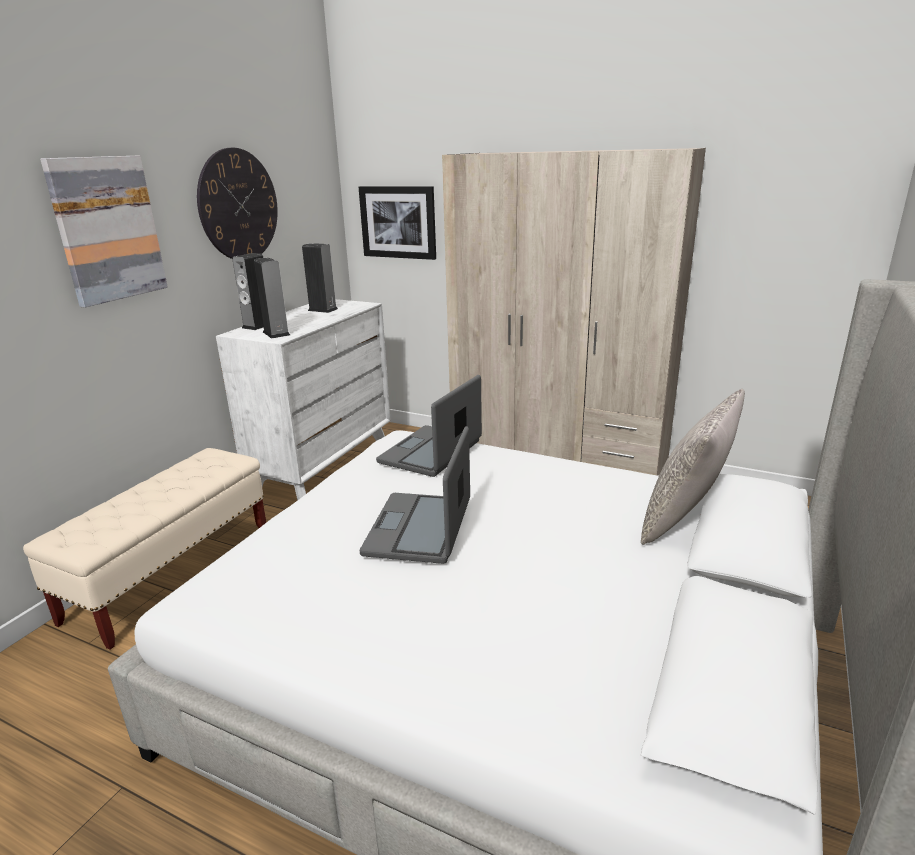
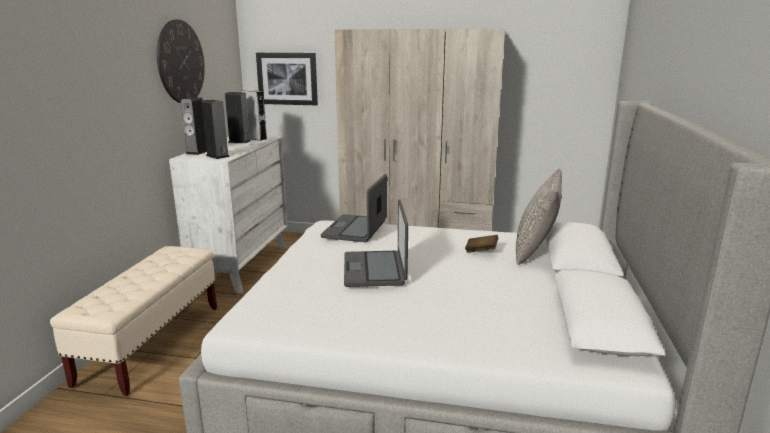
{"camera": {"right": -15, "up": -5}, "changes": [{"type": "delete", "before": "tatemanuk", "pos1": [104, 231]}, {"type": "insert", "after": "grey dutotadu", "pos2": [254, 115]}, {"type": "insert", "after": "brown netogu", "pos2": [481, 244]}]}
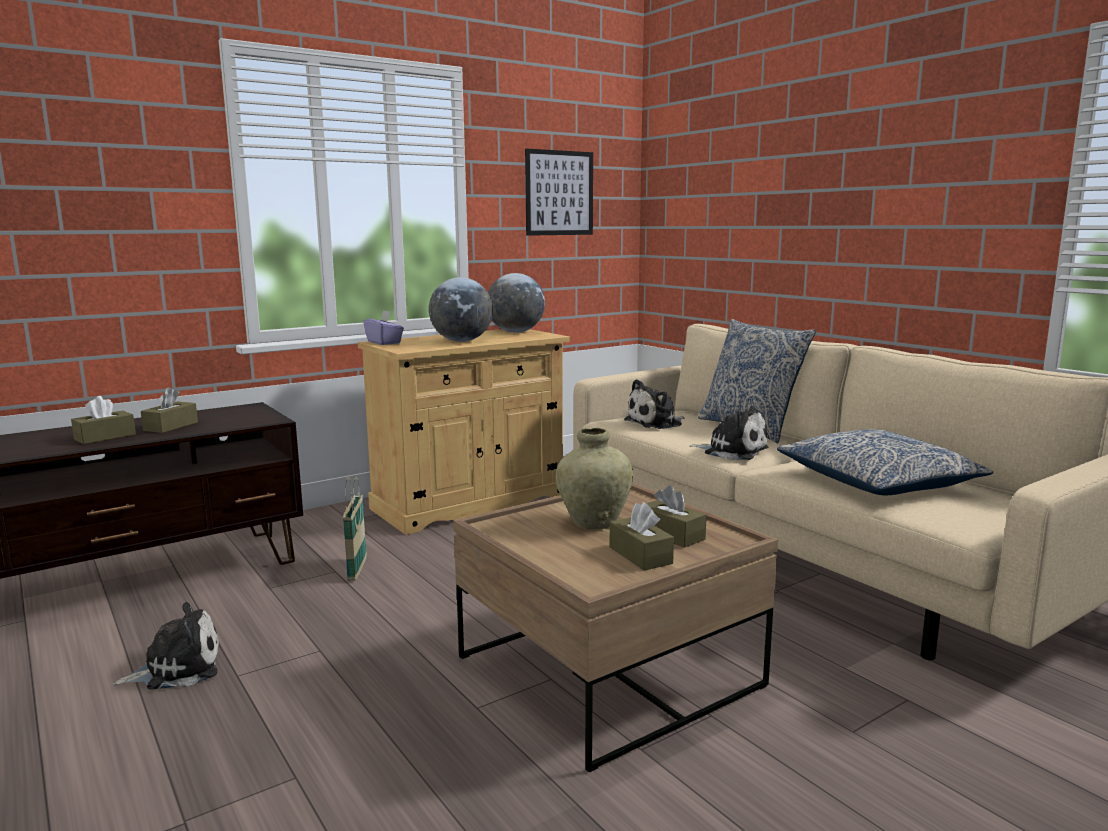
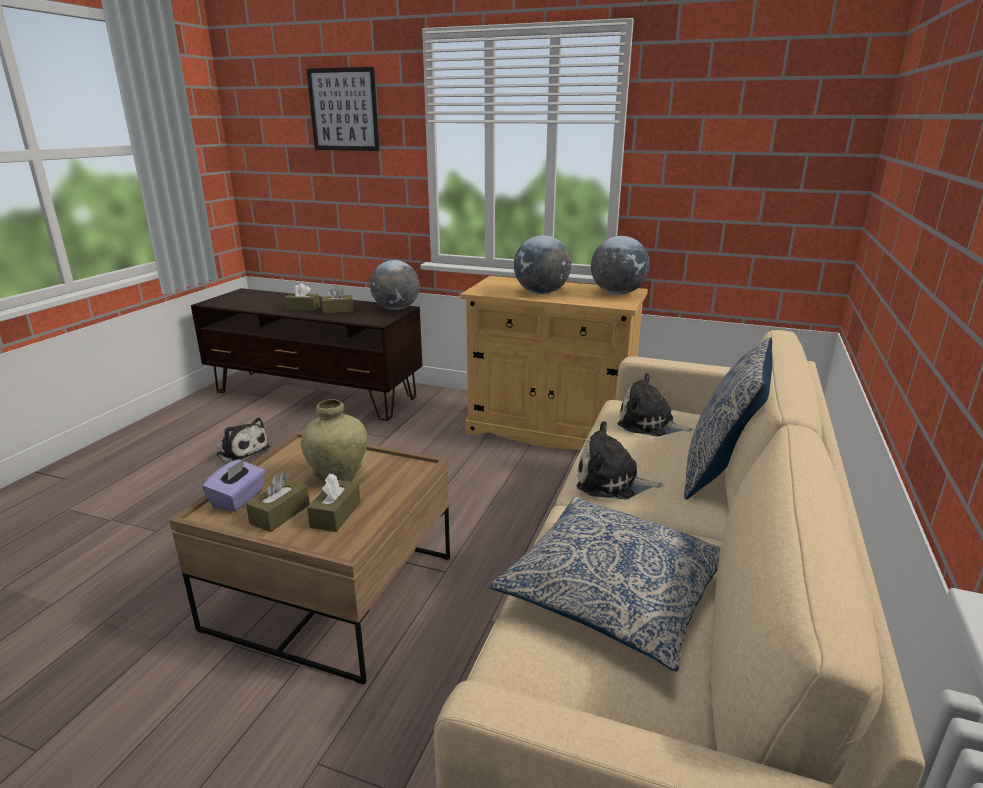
{"camera": {"right": 55, "up": 10}, "changes": [{"type": "delete", "before": "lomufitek", "pos1": [355, 528]}, {"type": "move", "before": "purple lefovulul", "pos1": [383, 327], "pos2": [234, 485]}, {"type": "move", "before": "tatemanuk", "pos1": [559, 192], "pos2": [343, 109]}, {"type": "rotate", "before": "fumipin", "pos1": [728, 433], "pos2": [620, 460], "turn": 105}, {"type": "insert", "after": "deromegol", "pos2": [395, 285]}]}
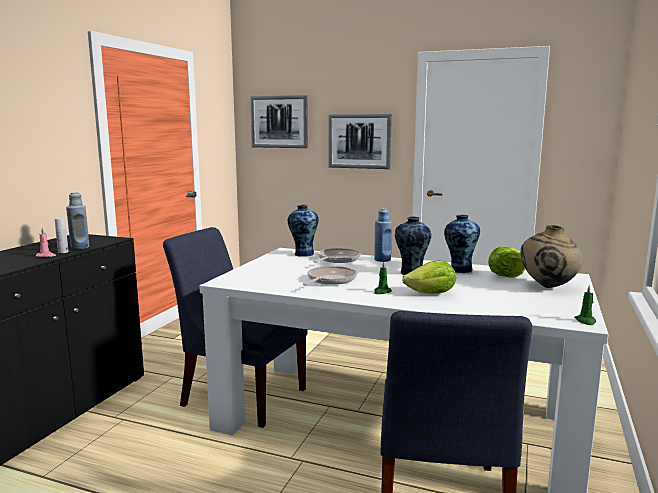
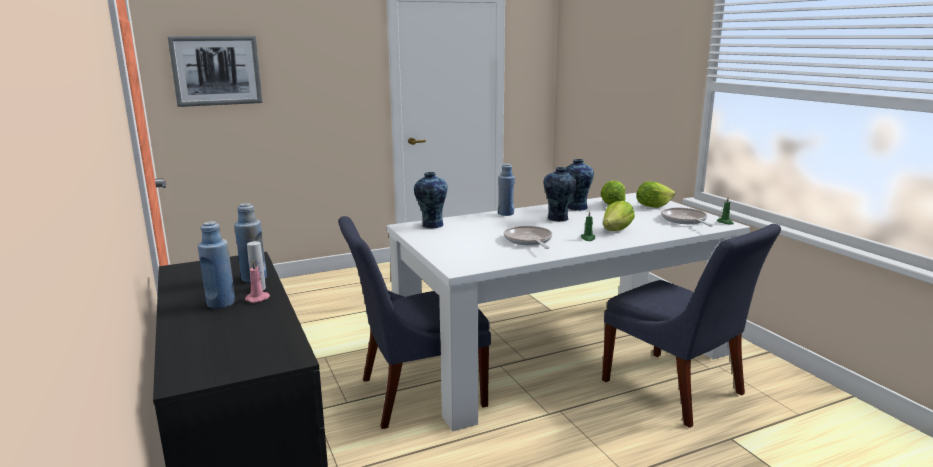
{"camera": {"right": -45, "up": 5}, "changes": [{"type": "move", "before": "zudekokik", "pos1": [337, 255], "pos2": [687, 217]}, {"type": "delete", "before": "tatemanuk", "pos1": [360, 141]}, {"type": "replace", "before": "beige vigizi", "after": "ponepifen", "pos1": [552, 256], "pos2": [656, 194]}, {"type": "insert", "after": "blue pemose", "pos2": [216, 265]}]}
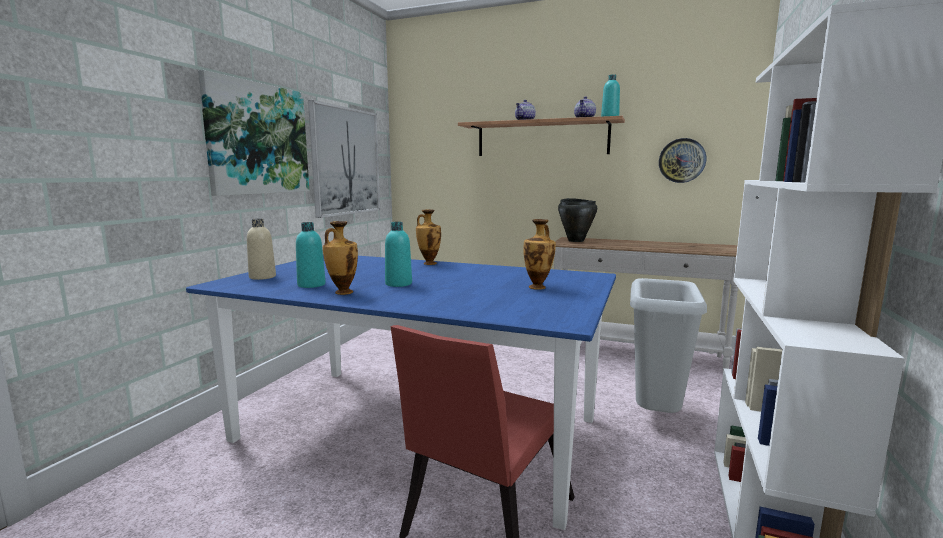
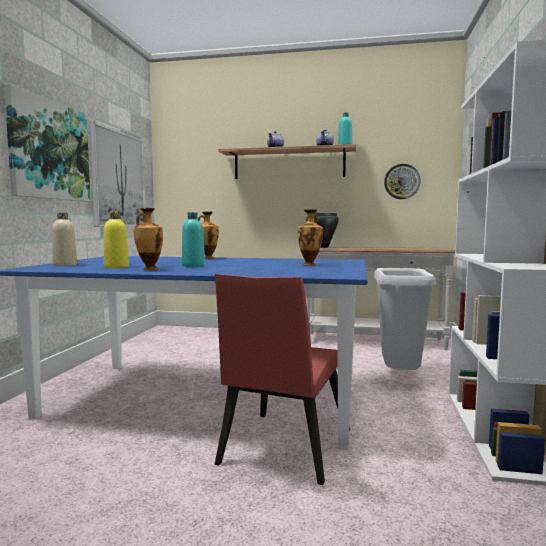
{"camera": {"right": -10, "up": -5}, "changes": [{"type": "recolor", "before": "turquoise pemose", "after": "yellow pemose", "pos1": [311, 255], "pos2": [116, 240]}]}
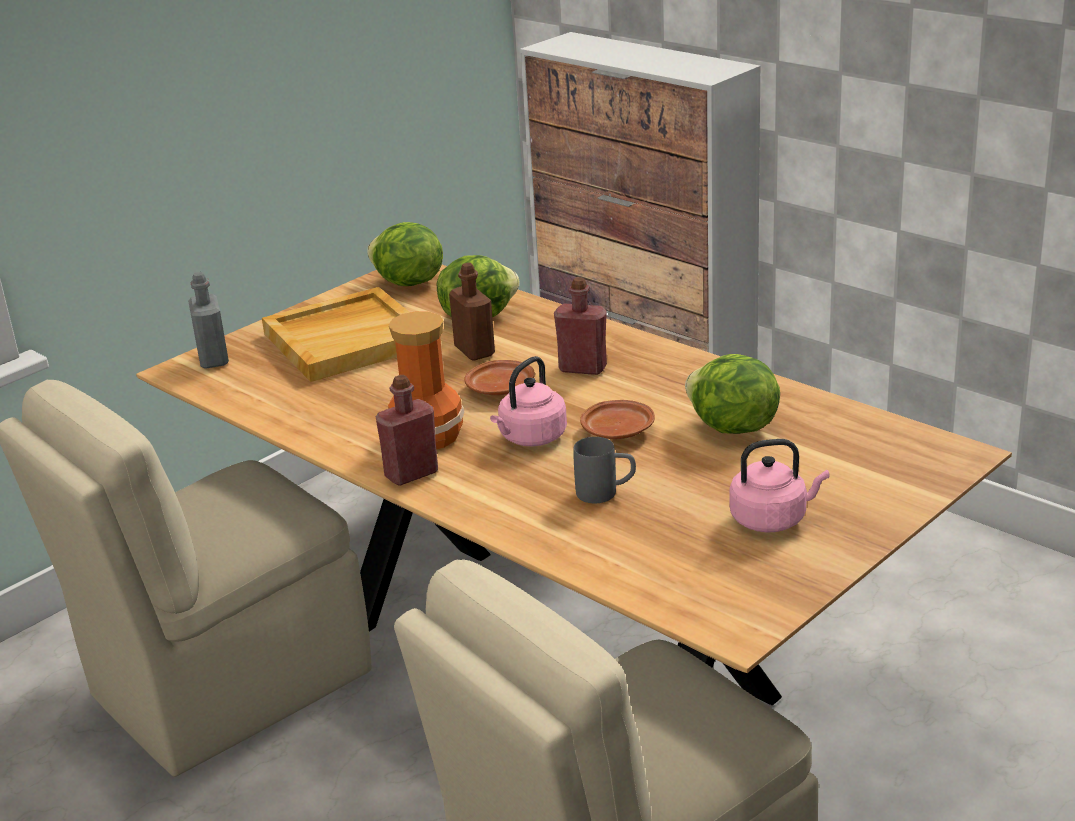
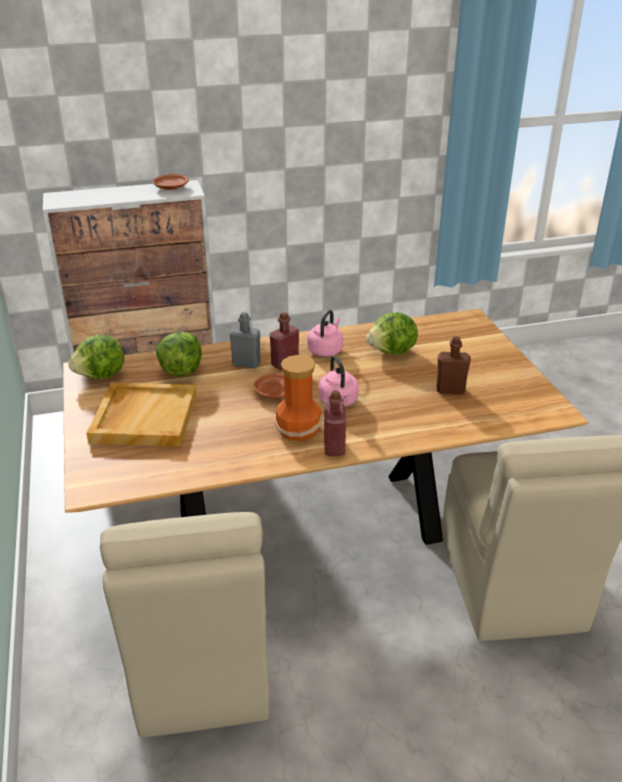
{"camera": {"right": -60, "up": 5}, "changes": [{"type": "move", "before": "grey pemose", "pos1": [208, 320], "pos2": [245, 340]}, {"type": "move", "before": "brown pemose", "pos1": [472, 311], "pos2": [453, 365]}, {"type": "delete", "before": "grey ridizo", "pos1": [604, 470]}, {"type": "move", "before": "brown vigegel", "pos1": [617, 419], "pos2": [171, 182]}, {"type": "move", "before": "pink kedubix", "pos1": [780, 485], "pos2": [325, 333]}]}
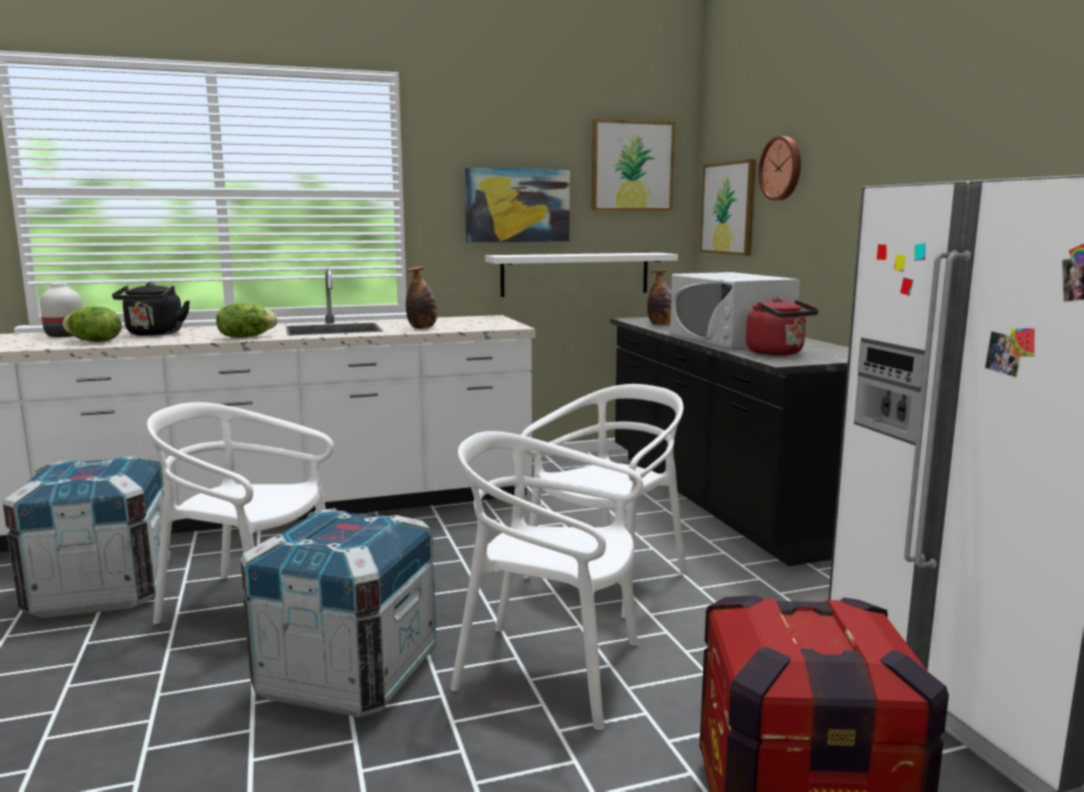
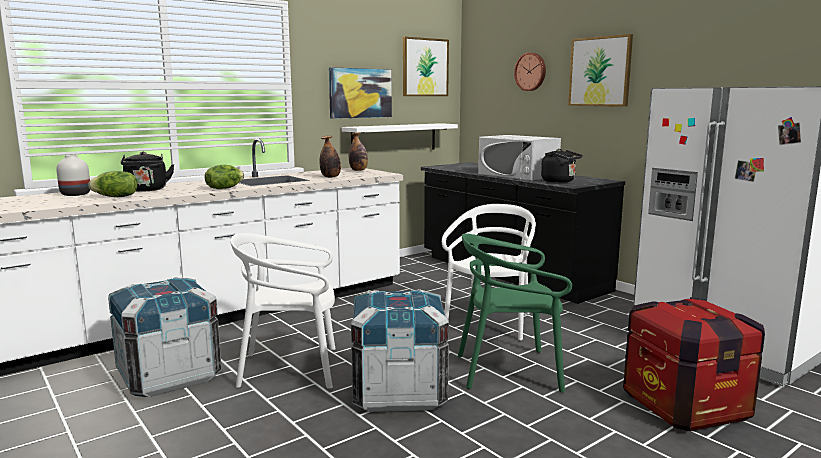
{"camera": {"right": -20, "up": 0}, "changes": [{"type": "recolor", "before": "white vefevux", "after": "green vefevux", "pos1": [547, 580], "pos2": [515, 313]}, {"type": "move", "before": "pemose", "pos1": [659, 297], "pos2": [358, 151]}, {"type": "move", "before": "tatemanuk", "pos1": [728, 207], "pos2": [600, 70]}, {"type": "recolor", "before": "red kedubix", "after": "black kedubix", "pos1": [782, 326], "pos2": [562, 166]}]}
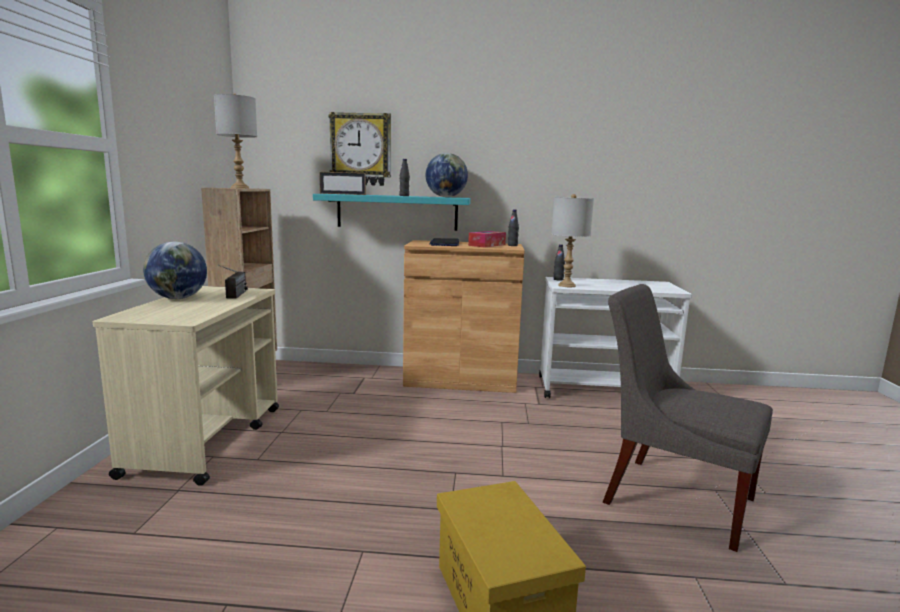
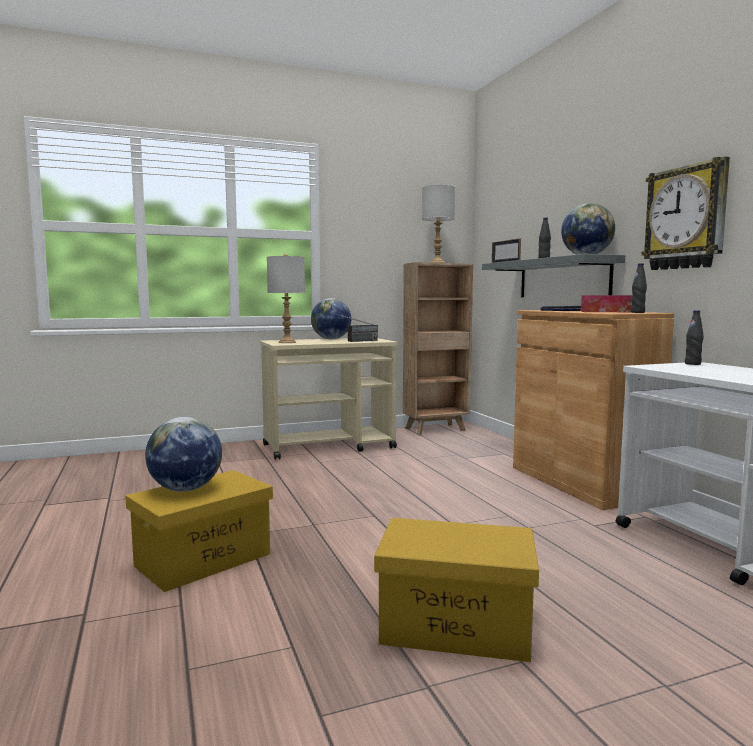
{"camera": {"right": 65, "up": -5}, "changes": [{"type": "recolor", "before": "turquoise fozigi", "after": "grey fozigi", "pos1": [392, 212], "pos2": [553, 275]}, {"type": "move", "before": "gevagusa", "pos1": [360, 149], "pos2": [685, 213]}, {"type": "move", "before": "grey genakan", "pos1": [572, 240], "pos2": [286, 298]}, {"type": "replace", "before": "grey vefevux", "after": "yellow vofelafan", "pos1": [688, 418], "pos2": [456, 590]}, {"type": "insert", "after": "deromegol", "pos2": [183, 454]}]}
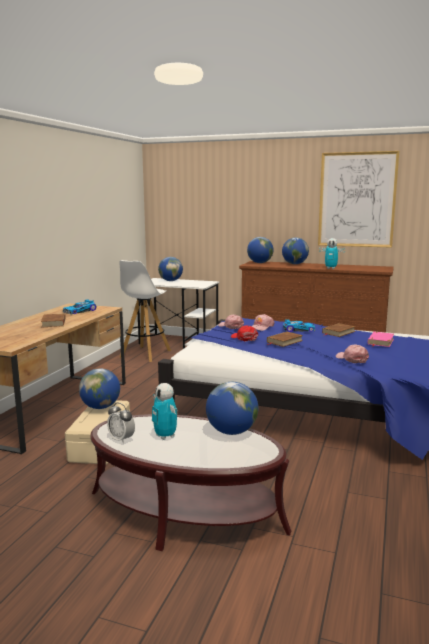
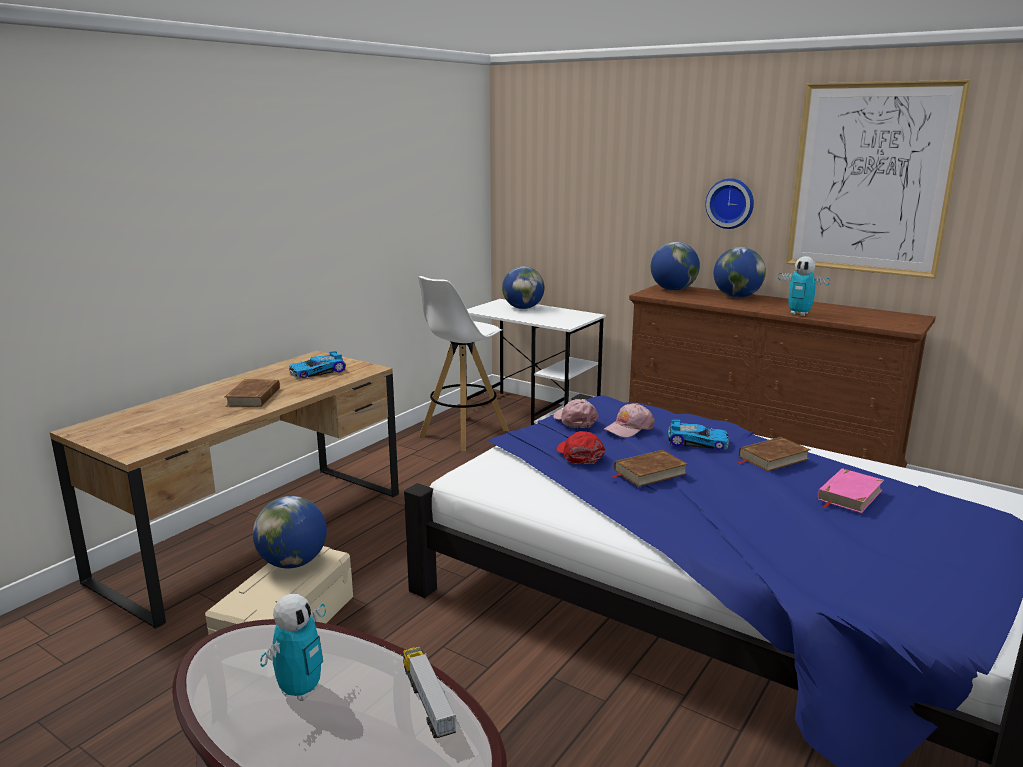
{"camera": {"right": 15, "up": 5}, "changes": [{"type": "delete", "before": "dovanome", "pos1": [121, 423]}, {"type": "rotate", "before": "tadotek", "pos1": [165, 411], "pos2": [293, 647], "turn": -135}, {"type": "replace", "before": "deromegol", "after": "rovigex", "pos1": [232, 408], "pos2": [429, 692]}, {"type": "delete", "before": "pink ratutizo", "pos1": [352, 354]}, {"type": "insert", "after": "gevagusa", "pos2": [730, 203]}]}
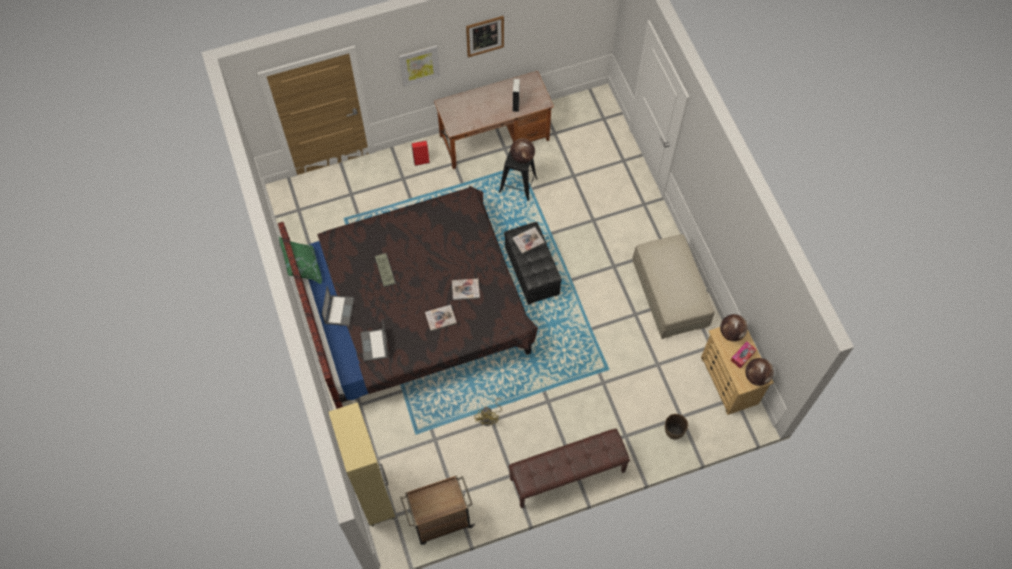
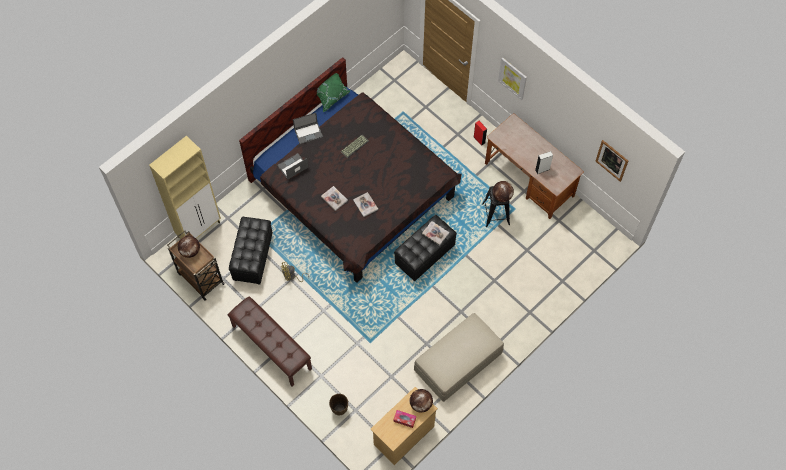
{"camera": {"right": 65, "up": 0}, "changes": [{"type": "move", "before": "tatemanuk", "pos1": [485, 36], "pos2": [612, 161]}, {"type": "move", "before": "deromegol", "pos1": [759, 372], "pos2": [189, 247]}, {"type": "insert", "after": "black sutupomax", "pos2": [251, 251]}]}
